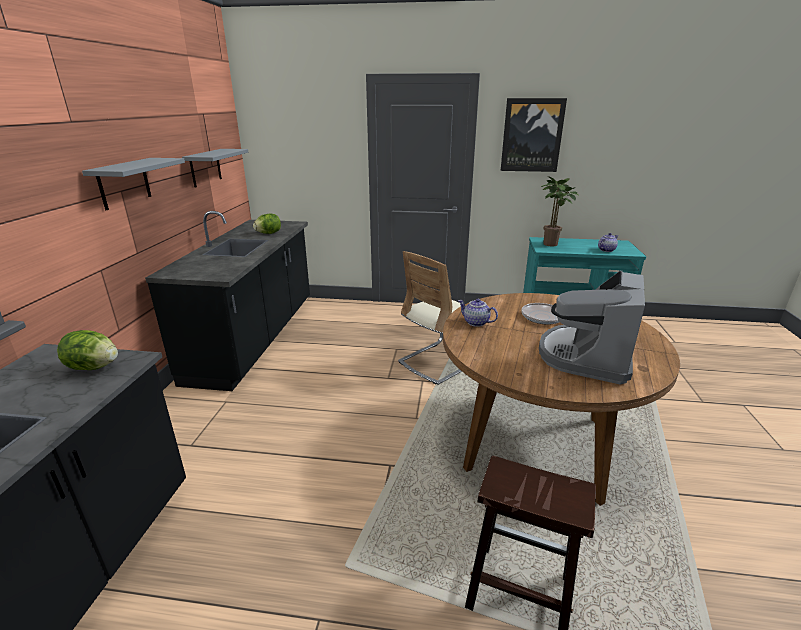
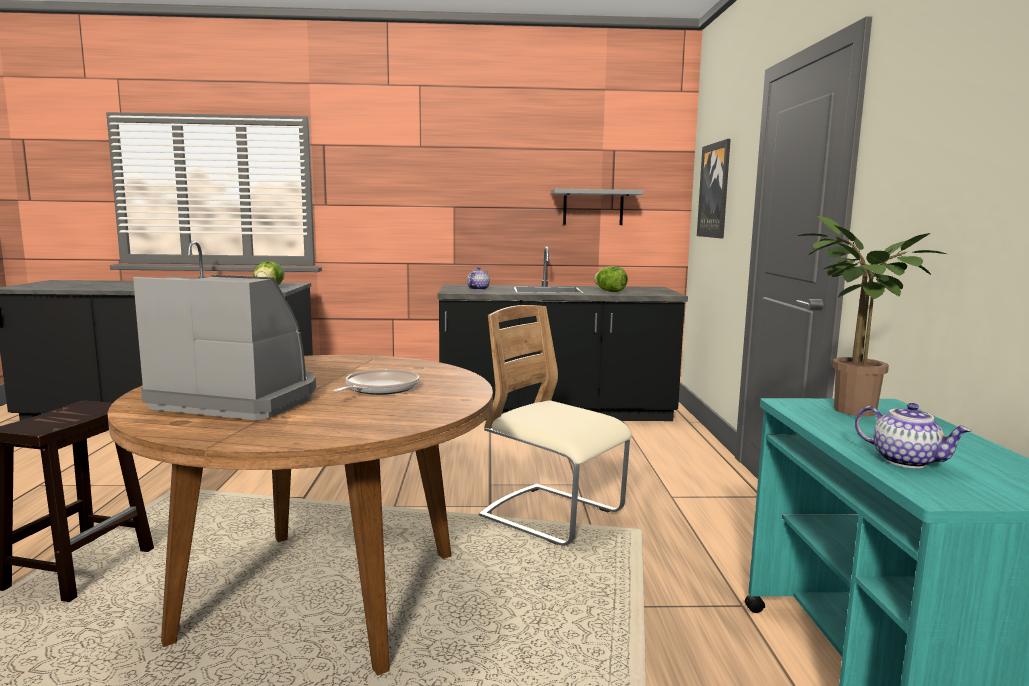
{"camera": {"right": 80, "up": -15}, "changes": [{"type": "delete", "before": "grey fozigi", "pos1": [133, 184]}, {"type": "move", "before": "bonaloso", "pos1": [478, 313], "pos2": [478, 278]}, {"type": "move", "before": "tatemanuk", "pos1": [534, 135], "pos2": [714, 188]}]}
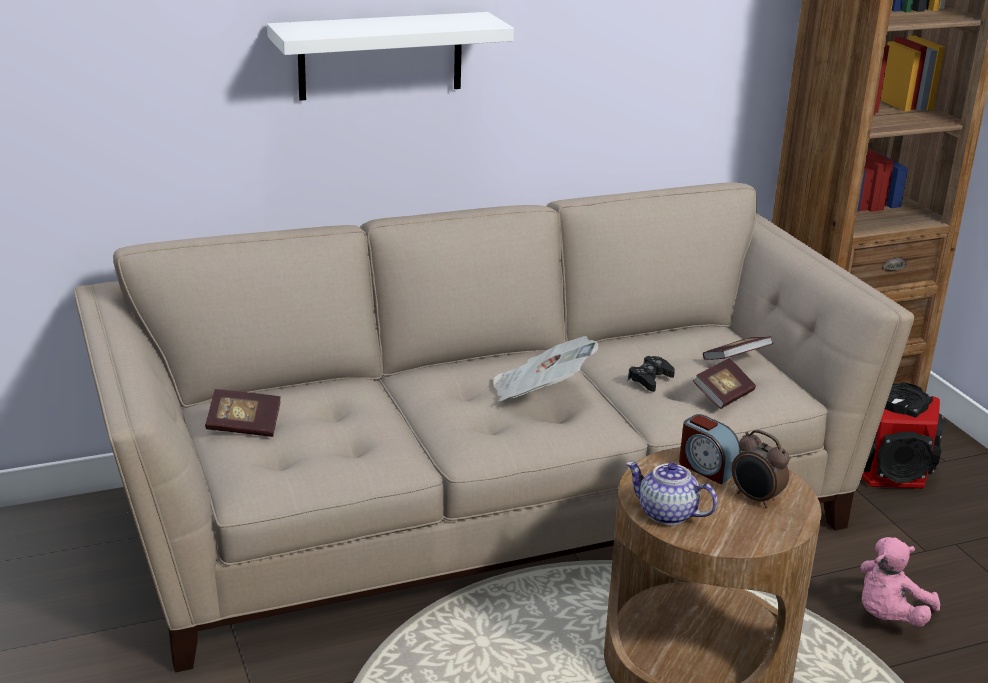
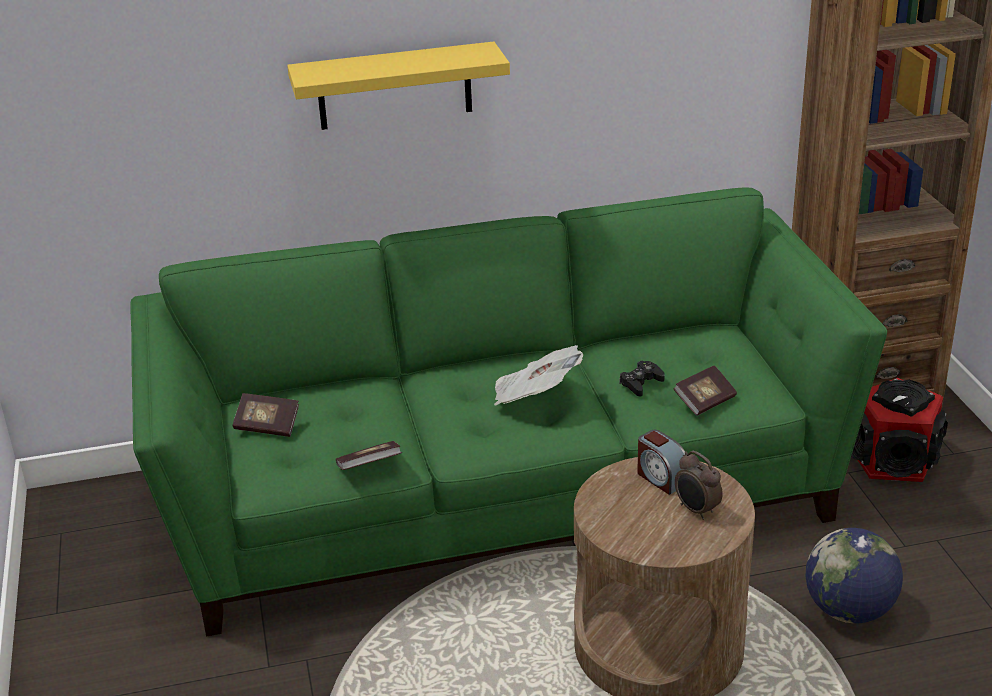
{"camera": {"right": 10, "up": 5}, "changes": [{"type": "recolor", "before": "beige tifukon", "after": "green tifukon", "pos1": [494, 427], "pos2": [509, 412]}, {"type": "recolor", "before": "white fozigi", "after": "yellow fozigi", "pos1": [390, 56], "pos2": [398, 85]}, {"type": "delete", "before": "bonaloso", "pos1": [672, 493]}, {"type": "move", "before": "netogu", "pos1": [738, 348], "pos2": [369, 455]}, {"type": "replace", "before": "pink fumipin", "after": "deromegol", "pos1": [900, 582], "pos2": [854, 575]}]}
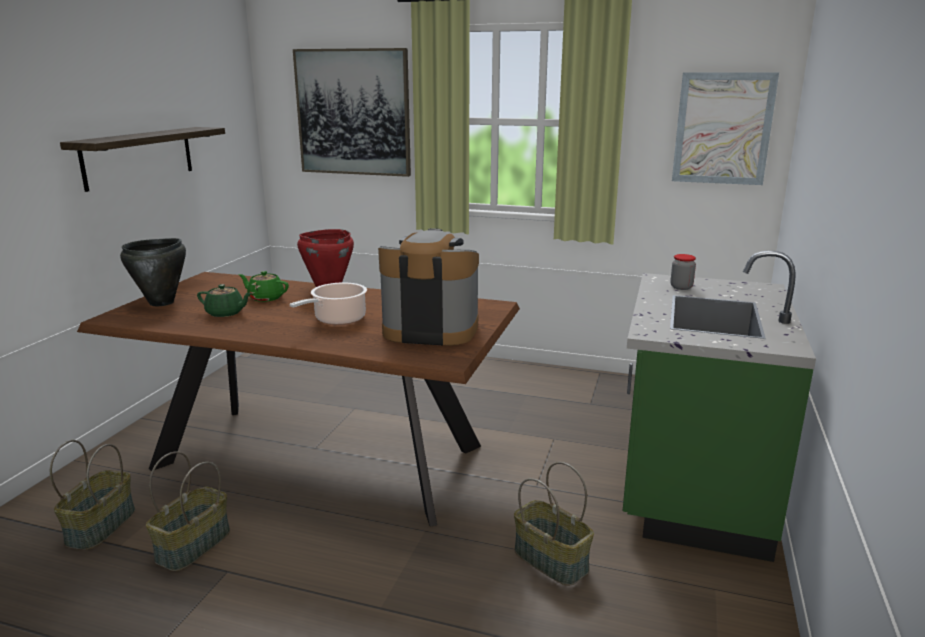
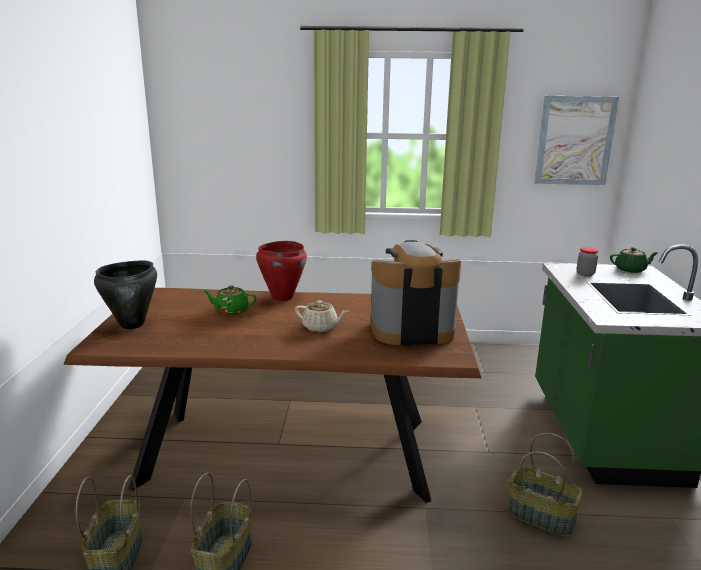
{"camera": {"right": -15, "up": 0}, "changes": [{"type": "delete", "before": "fozigi", "pos1": [142, 159]}, {"type": "move", "before": "green bonaloso", "pos1": [224, 300], "pos2": [634, 260]}, {"type": "replace", "before": "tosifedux", "after": "beige bonaloso", "pos1": [328, 303], "pos2": [321, 316]}, {"type": "delete", "before": "tatemanuk", "pos1": [352, 112]}]}
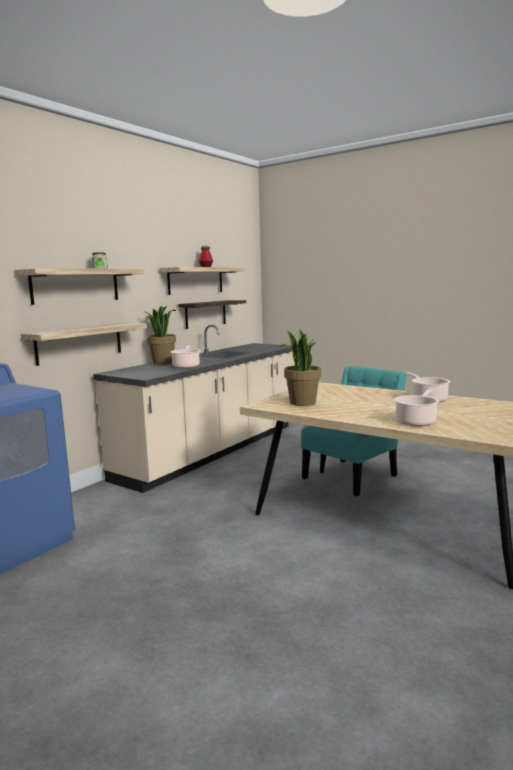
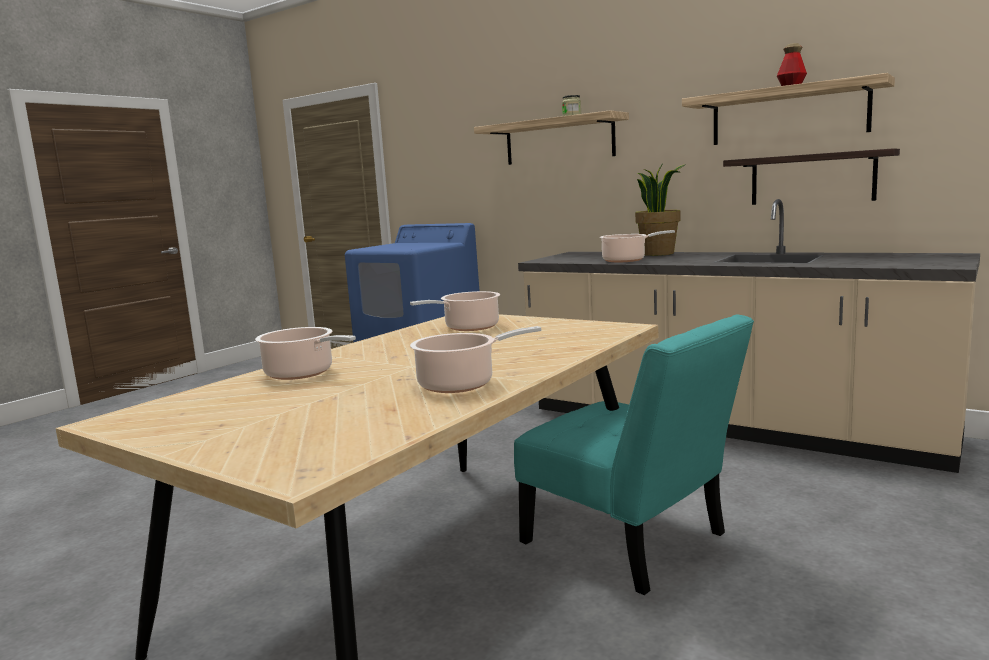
{"camera": {"right": 90, "up": 0}, "changes": [{"type": "delete", "before": "fozigi", "pos1": [84, 344]}, {"type": "replace", "before": "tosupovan", "after": "tosifedux", "pos1": [300, 368], "pos2": [455, 311]}]}
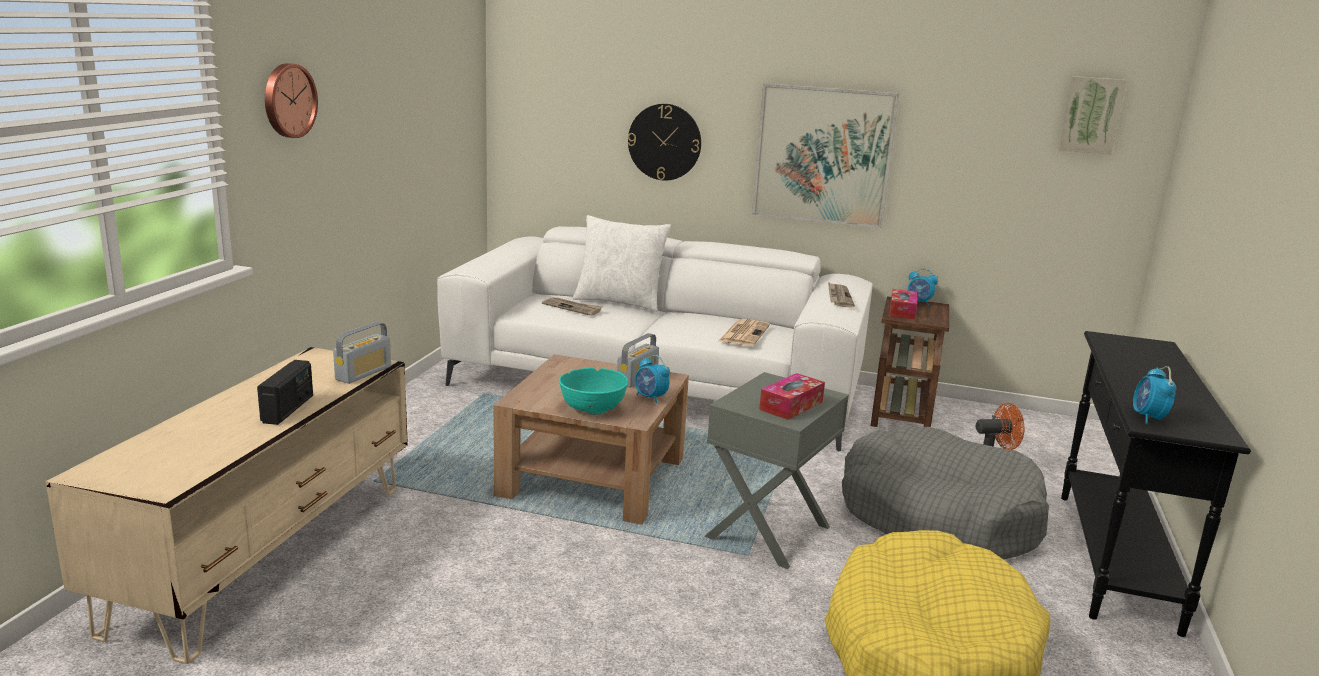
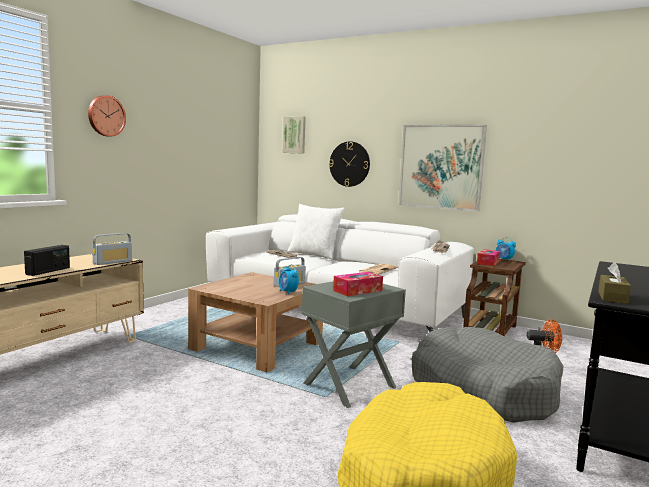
{"camera": {"right": 15, "up": -10}, "changes": [{"type": "delete", "before": "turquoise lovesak", "pos1": [593, 391]}, {"type": "move", "before": "tatemanuk", "pos1": [1092, 115], "pos2": [294, 135]}, {"type": "replace", "before": "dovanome", "after": "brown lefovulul", "pos1": [1154, 395], "pos2": [614, 283]}]}
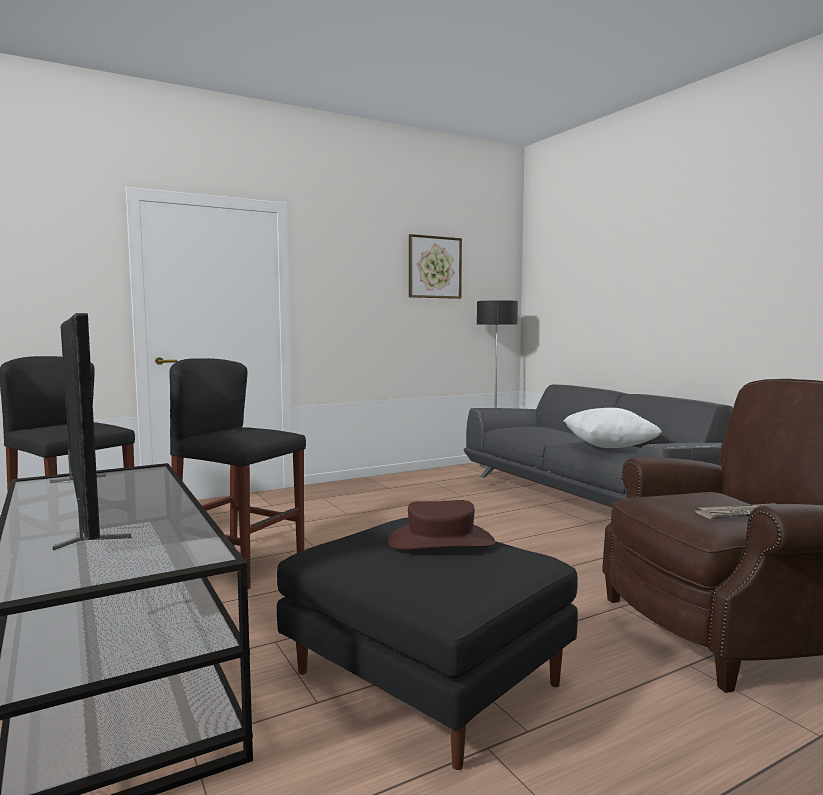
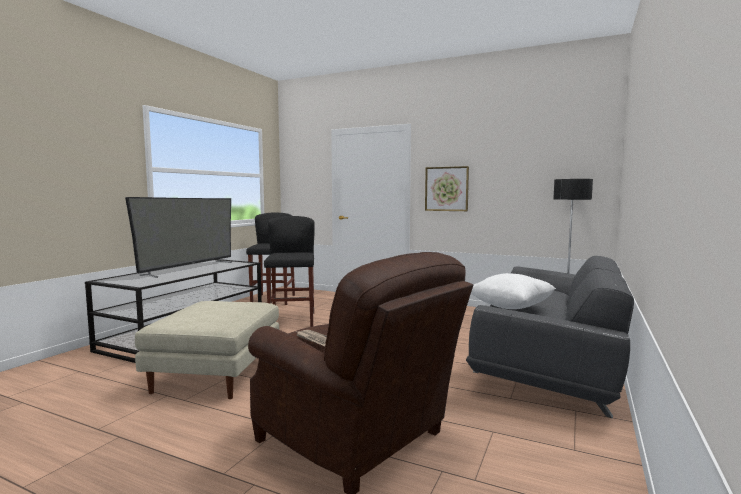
{"camera": {"right": 55, "up": 0}, "changes": [{"type": "recolor", "before": "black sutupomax", "after": "beige sutupomax", "pos1": [427, 643], "pos2": [207, 350]}, {"type": "delete", "before": "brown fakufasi", "pos1": [441, 525]}, {"type": "move", "before": "tatemanuk", "pos1": [435, 266], "pos2": [447, 188]}]}
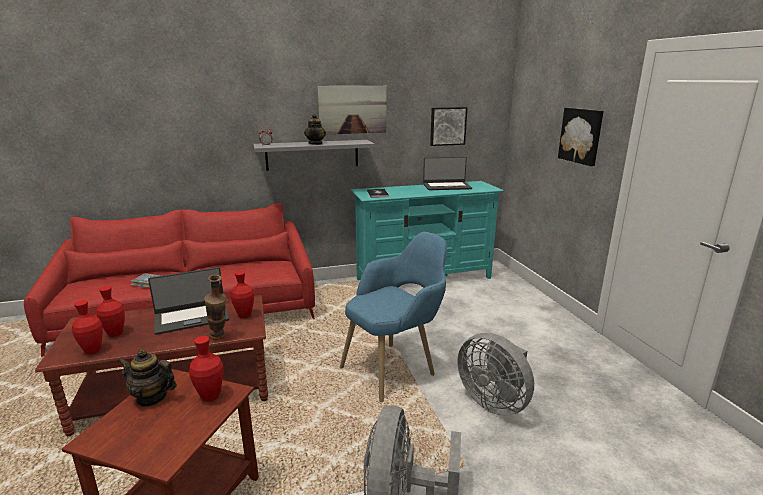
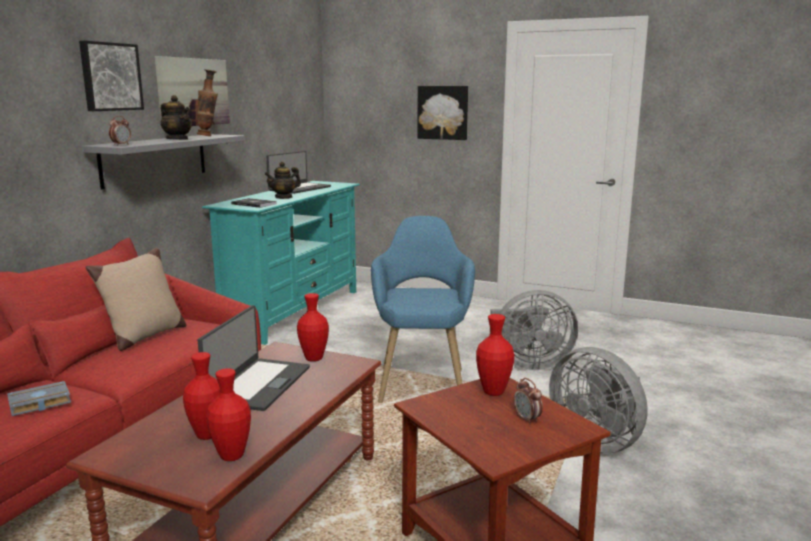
{"camera": {"right": -50, "up": -5}, "changes": [{"type": "move", "before": "bonaloso", "pos1": [147, 378], "pos2": [283, 180]}, {"type": "move", "before": "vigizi", "pos1": [215, 307], "pos2": [207, 102]}, {"type": "move", "before": "tatemanuk", "pos1": [449, 126], "pos2": [111, 76]}, {"type": "insert", "after": "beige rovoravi", "pos2": [135, 299]}, {"type": "insert", "after": "dovanome", "pos2": [528, 401]}]}
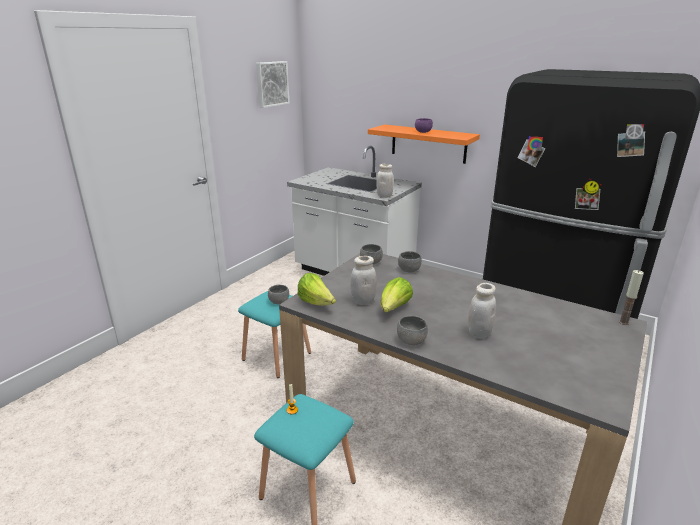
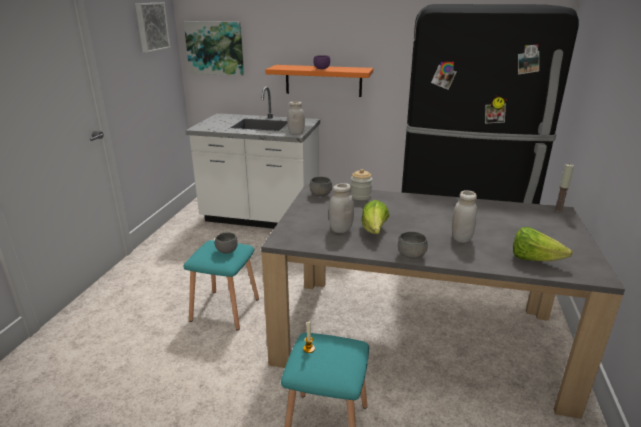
{"camera": {"right": -20, "up": 0}, "changes": [{"type": "move", "before": "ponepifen", "pos1": [316, 289], "pos2": [543, 244]}, {"type": "replace", "before": "grey lovesak", "after": "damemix", "pos1": [410, 262], "pos2": [361, 184]}, {"type": "insert", "after": "tatemanuk", "pos2": [214, 48]}]}
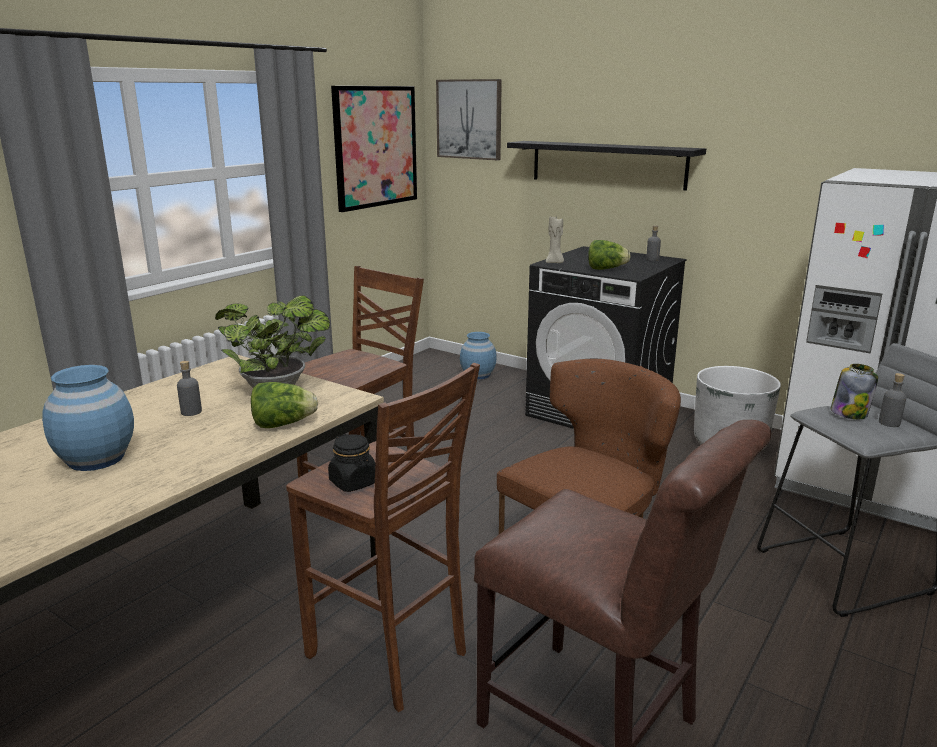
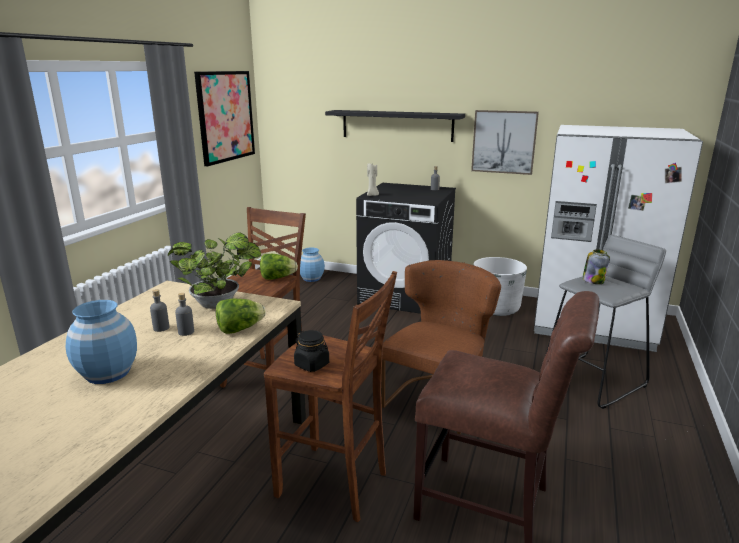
{"camera": {"right": -15, "up": 0}, "changes": [{"type": "move", "before": "tatemanuk", "pos1": [469, 119], "pos2": [505, 142]}, {"type": "move", "before": "ponepifen", "pos1": [609, 255], "pos2": [279, 267]}, {"type": "move", "before": "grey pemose", "pos1": [892, 400], "pos2": [184, 314]}]}
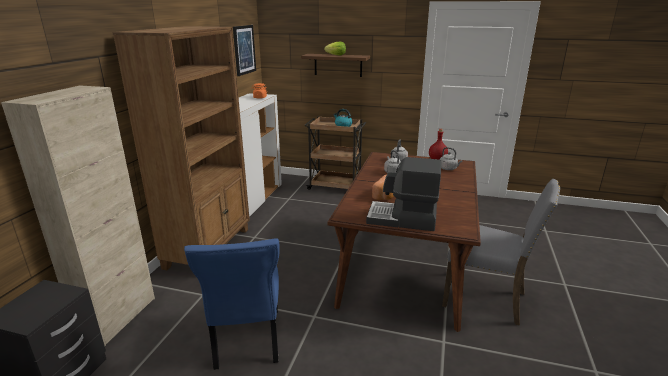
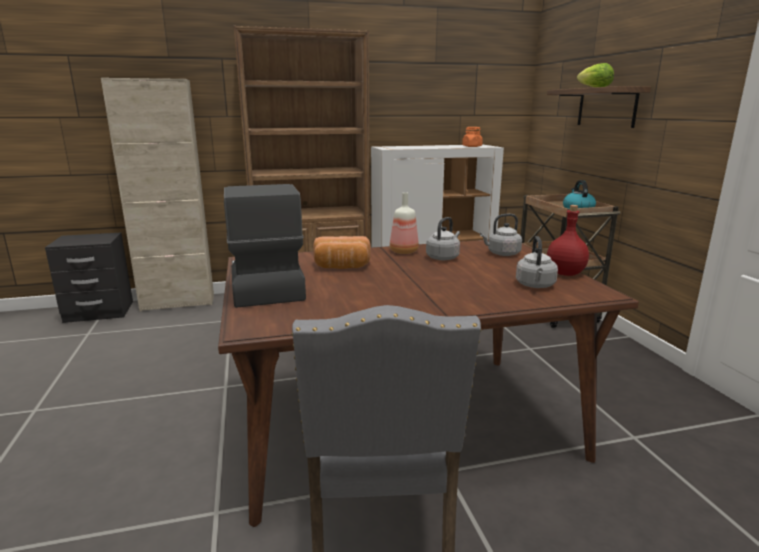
{"camera": {"right": 60, "up": -5}, "changes": [{"type": "delete", "before": "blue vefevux", "pos1": [232, 304]}, {"type": "delete", "before": "tatemanuk", "pos1": [244, 50]}, {"type": "insert", "after": "pemose", "pos2": [404, 223]}]}
